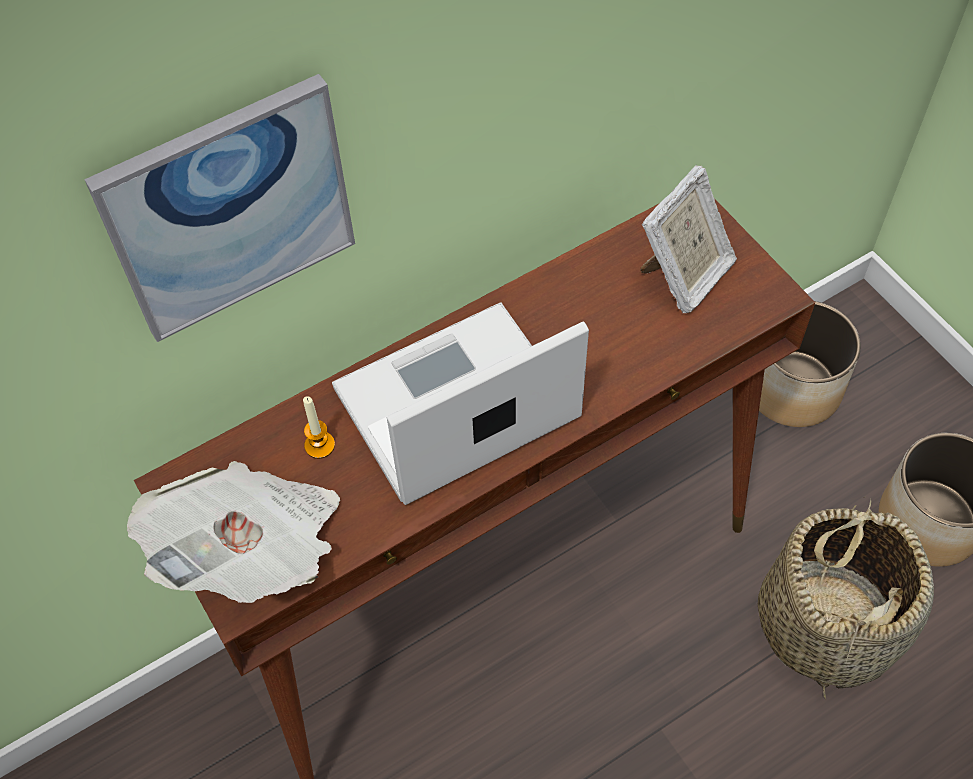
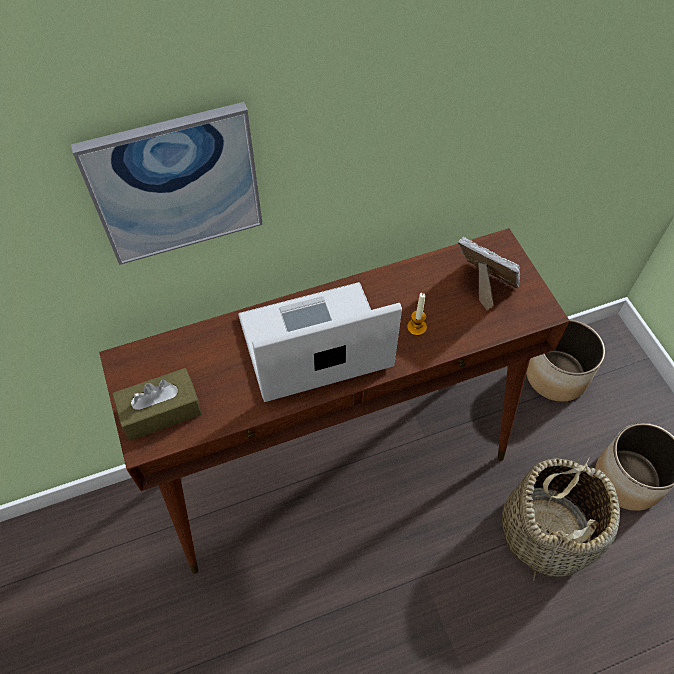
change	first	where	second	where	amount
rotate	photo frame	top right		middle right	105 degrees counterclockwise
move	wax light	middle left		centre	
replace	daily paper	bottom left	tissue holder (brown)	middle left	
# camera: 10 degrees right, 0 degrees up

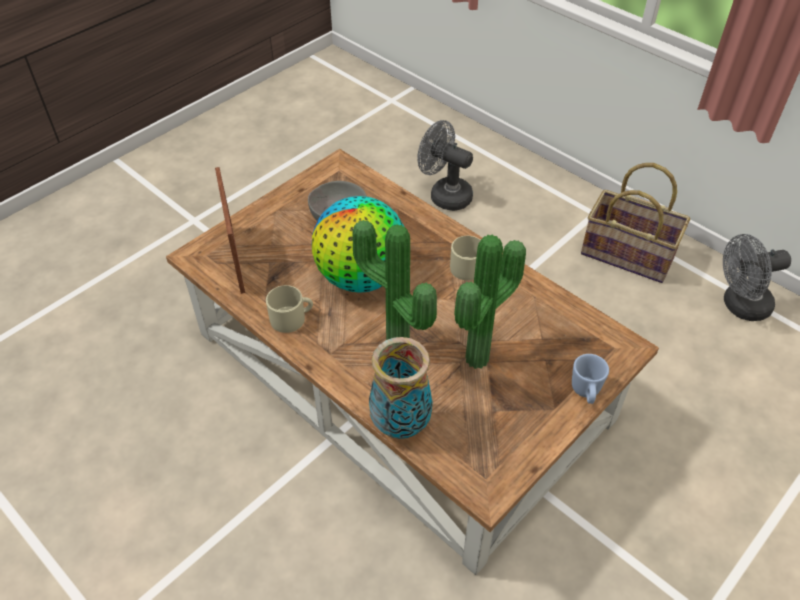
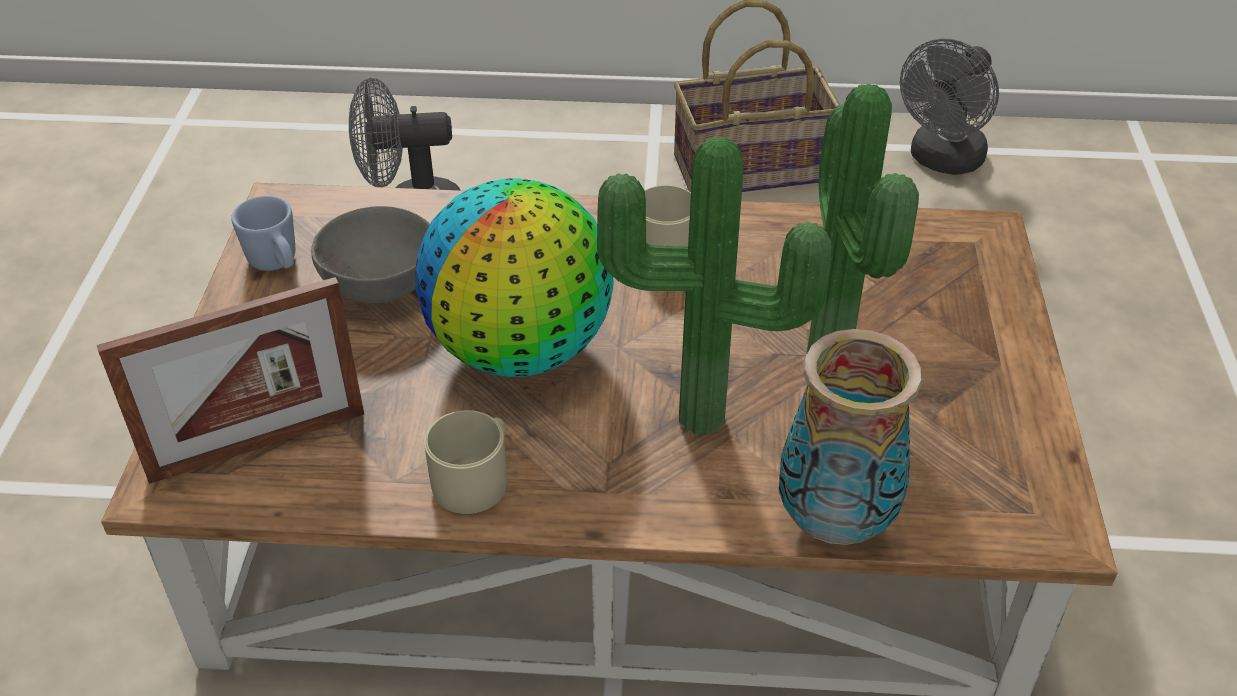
change	first	where	second	where	amount
rotate	photo frame	middle left		middle left	120 degrees clockwise
move	tea mug (blue-coloured)	middle right		middle left	
# camera: 40 degrees left, 5 degrees down

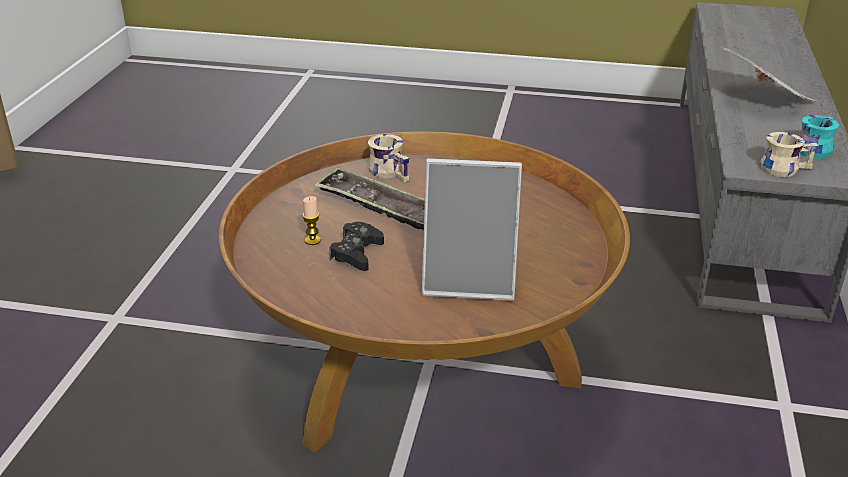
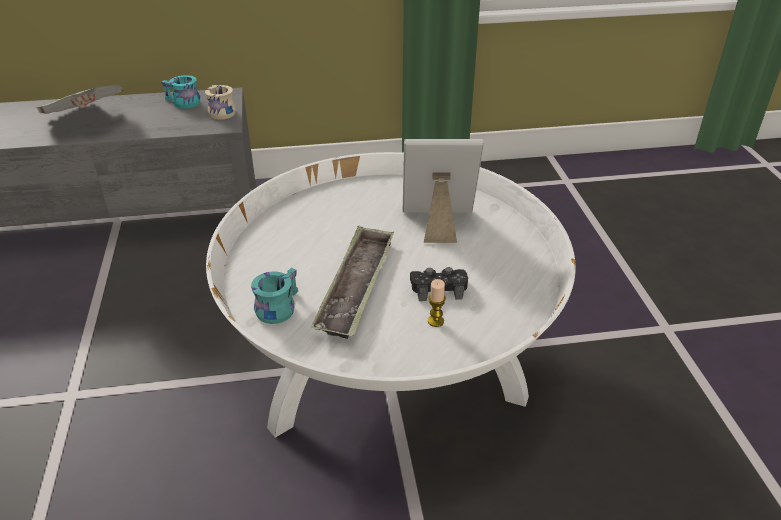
change	first	where	second	where	amount
recolor	coffee table (brown)	centre	coffee table (white-coloured)	centre	
recolor	tea mug (sand-coloured) (1st from left)	top centre	tea mug (turquoise-coloured) (2nd from left)	centre	
rotate	photo frame	centre		centre	75 degrees counterclockwise
# camera: 110 degrees left, 5 degrees up

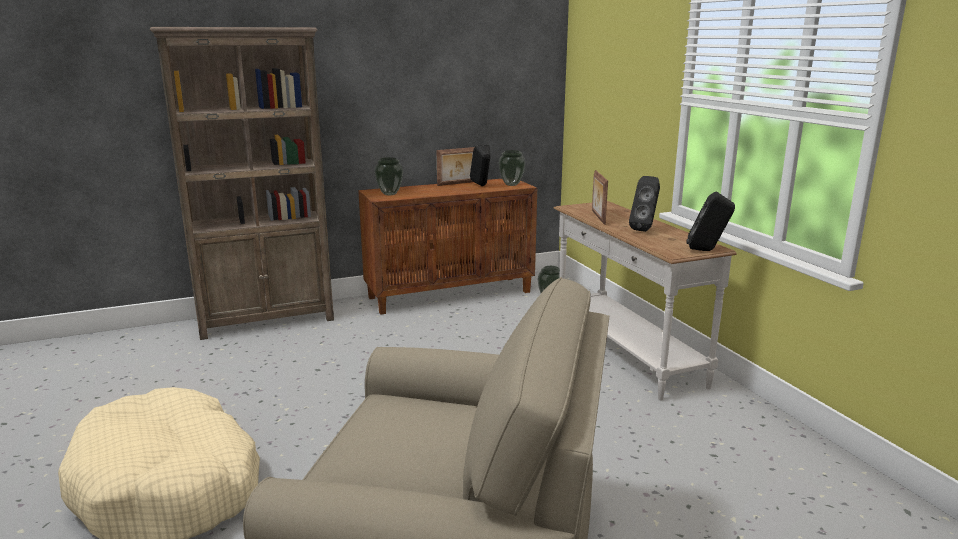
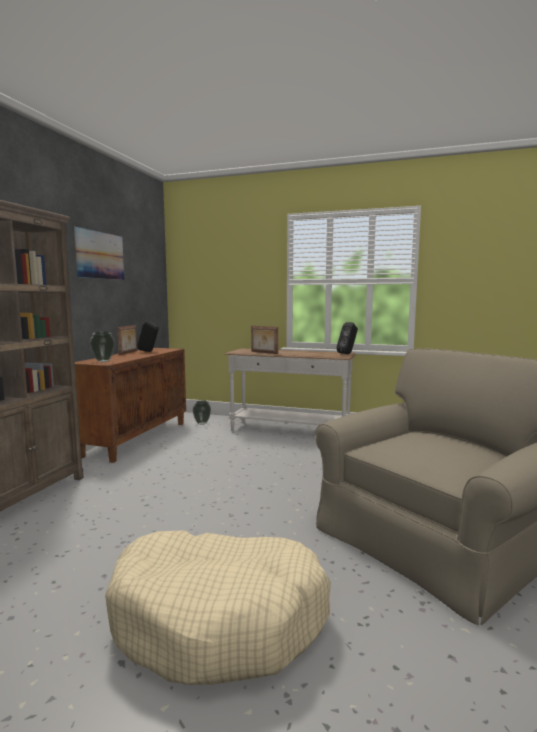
change	first	where	second	where	amount
delete	flower vase (2nd from left)	top centre			
delete	loudspeaker (blackish) (2nd from left)	middle right			
insert			picture	middle left	
# camera: 50 degrees left, 10 degrees down

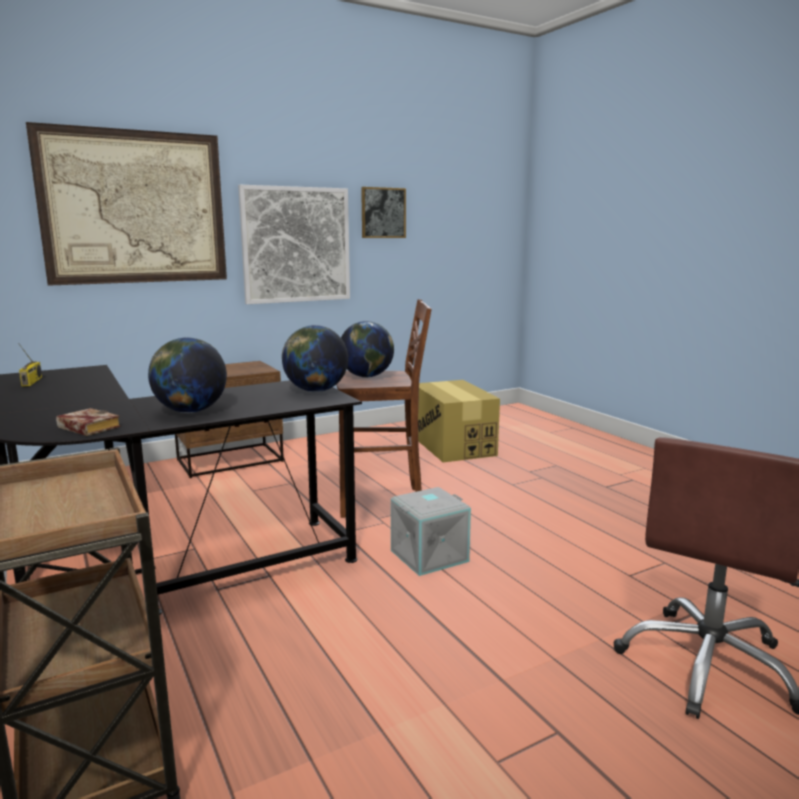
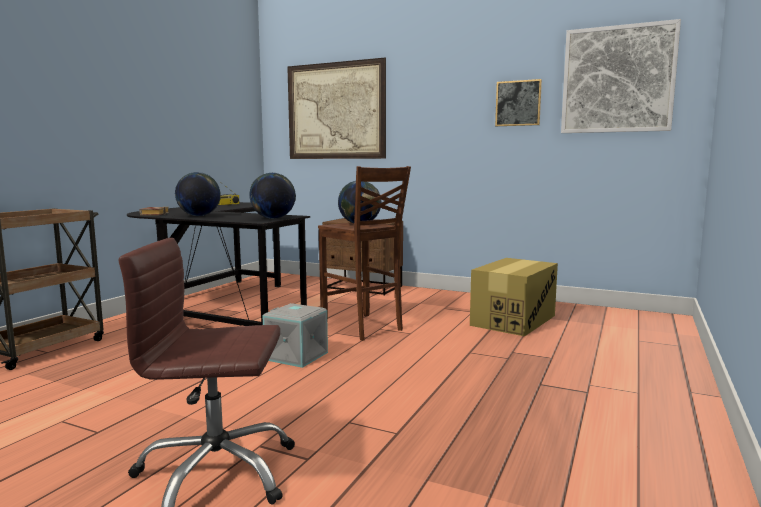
change	first	where	second	where	amount
move	picture (2nd from left in the first image)	top centre	picture (3rd from left)	top right	
# camera: 55 degrees right, 5 degrees down

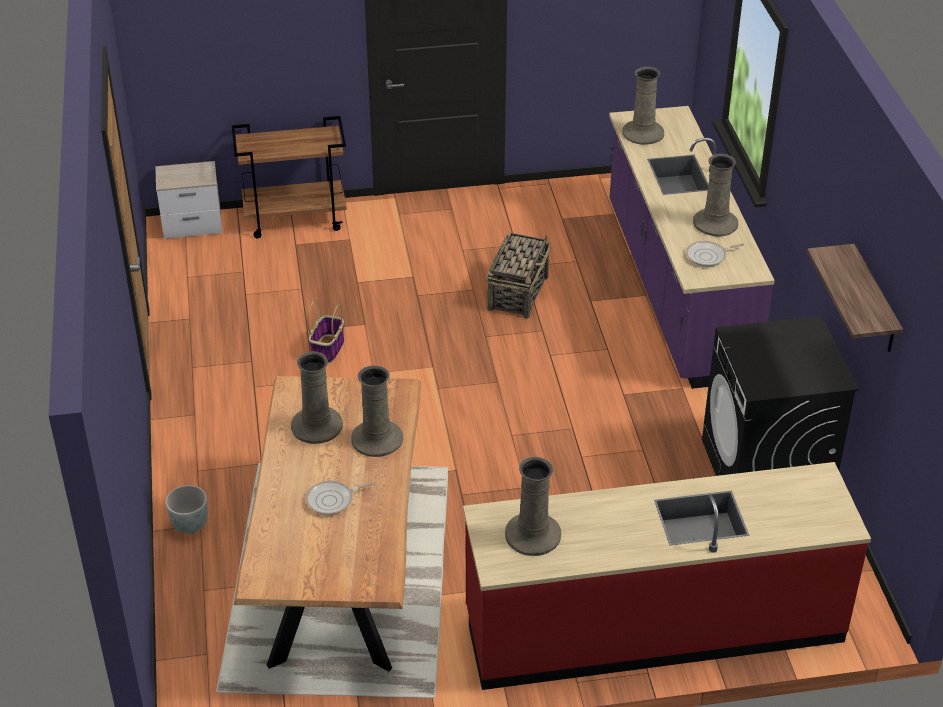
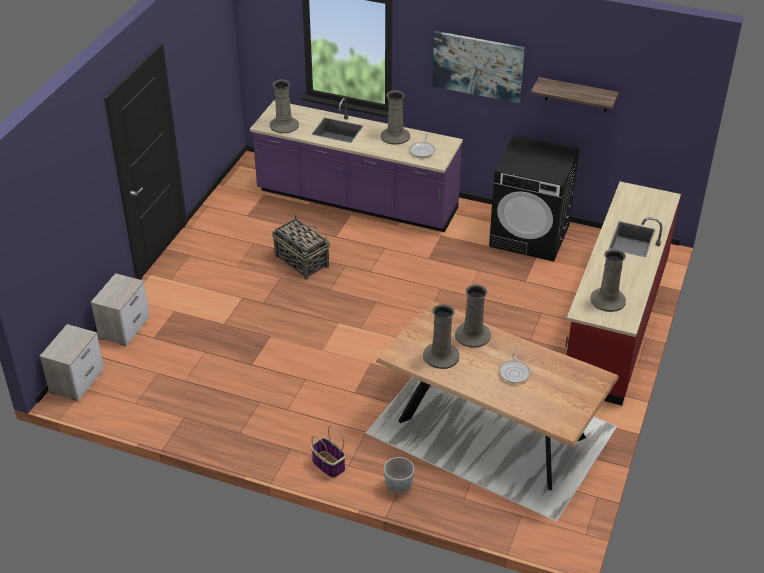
change	first	where	second	where	amount
replace	trolley (brown)	top left	nightstand (2nd from left)	middle left	
move	household basket (1st from left in the first image)	centre	household basket (2nd from left)	bottom centre	
insert			picture	top centre	
# camera: 60 degrees left, 0 degrees up

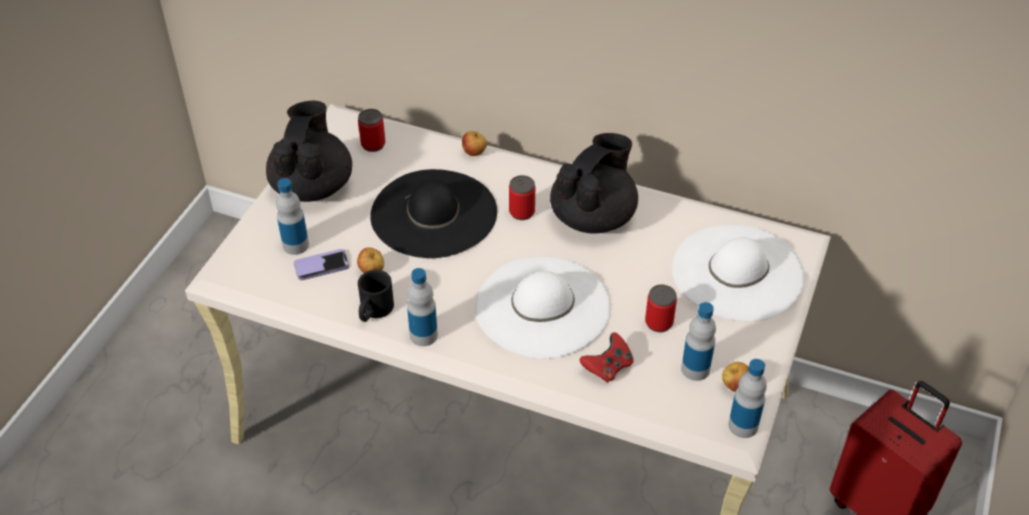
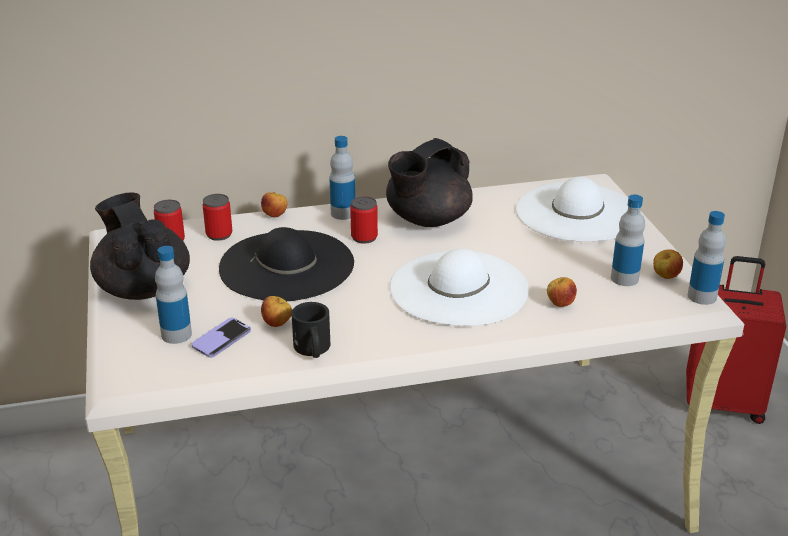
change	first	where	second	where	amount
rotate	teapot (blackish) (2nd from left)	centre		centre	135 degrees counterclockwise
move	beverage bottle (2nd from left)	centre		top centre	
move	sealed can (3rd from left in the first image)	centre	sealed can (2nd from left)	middle left	
replace	game controller (red)	bottom centre	apple (3rd from left)	middle right	
# camera: 35 degrees left, 15 degrees down

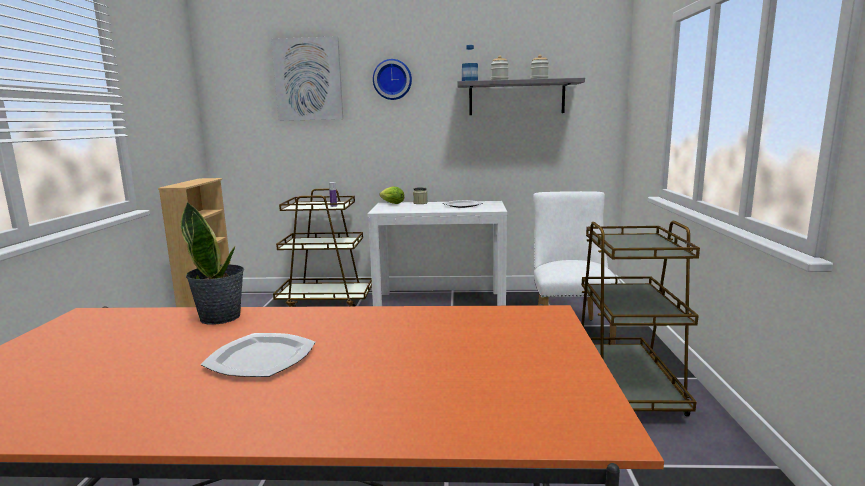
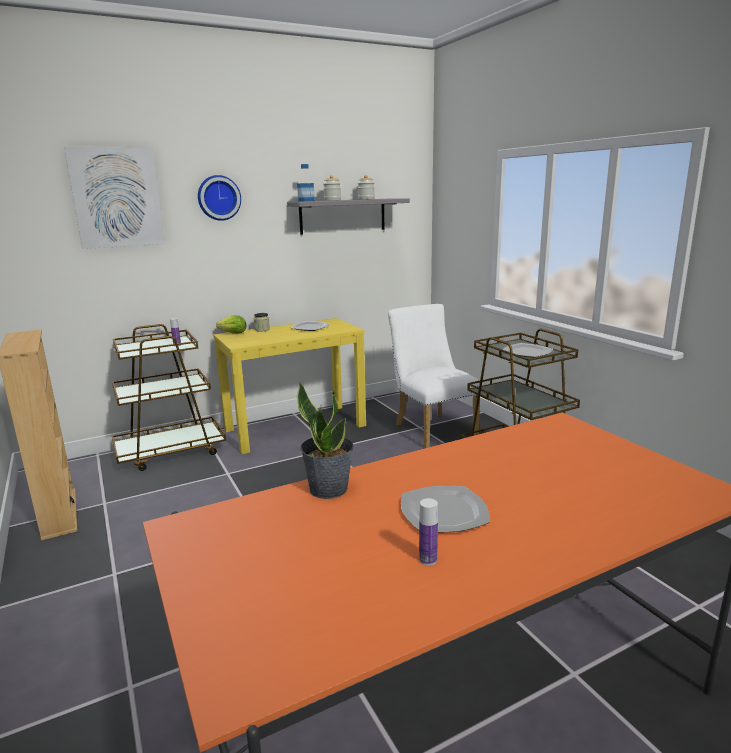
change	first	where	second	where	amount
recolor	hall table (white-coloured)	centre	hall table (yellowish)	centre	
insert			flat dish (3rd from left)	middle right	
insert			beverage bottle (3rd from left)	bottom centre	
# camera: 30 degrees left, 5 degrees up

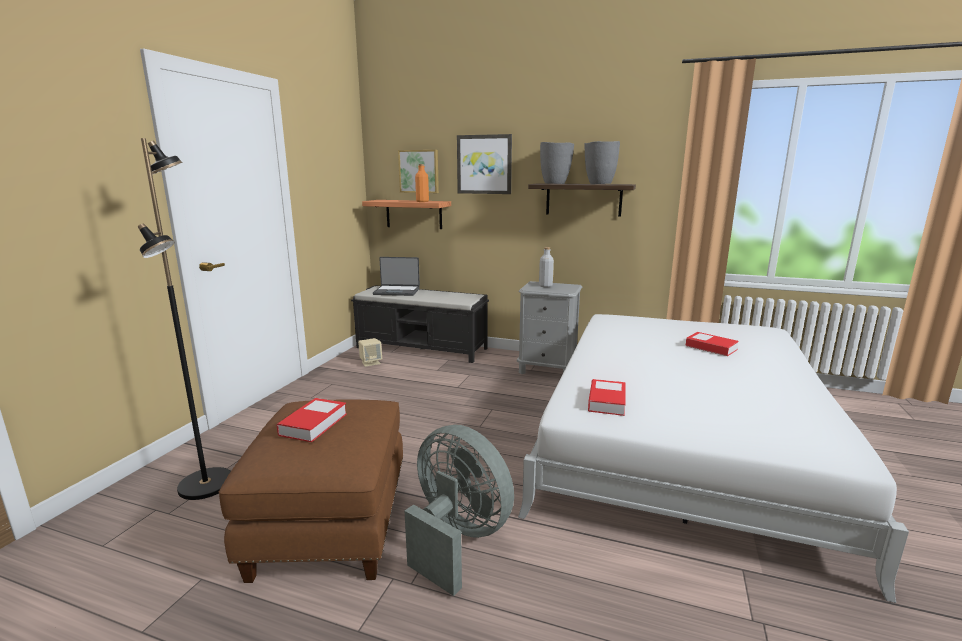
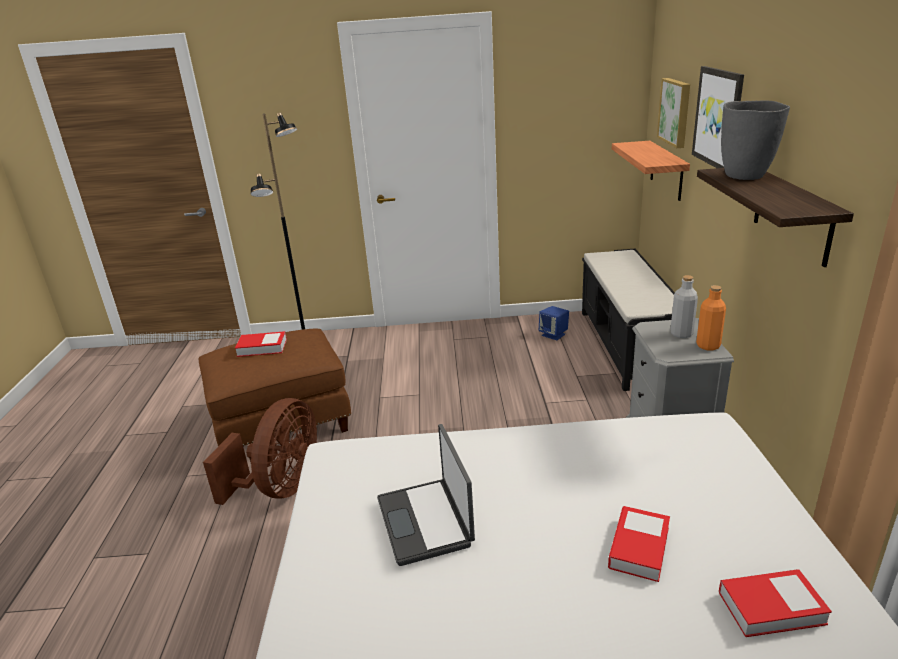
change	first	where	second	where	amount
delete	flower vase (gray) (2nd from left)	top centre			
move	beverage bottle (orange-coloured)	top centre		middle right	
move	portable computer	centre		bottom centre	
recolor	loudspeaker (sand-coloured)	centre	loudspeaker (blue-coloured)	centre	
move	book (2nd from left in the first image)	centre	book (3rd from left)	bottom right	
recolor	electric fan (gray)	bottom centre	electric fan (brown)	bottom left	
# camera: 70 degrees right, 10 degrees up

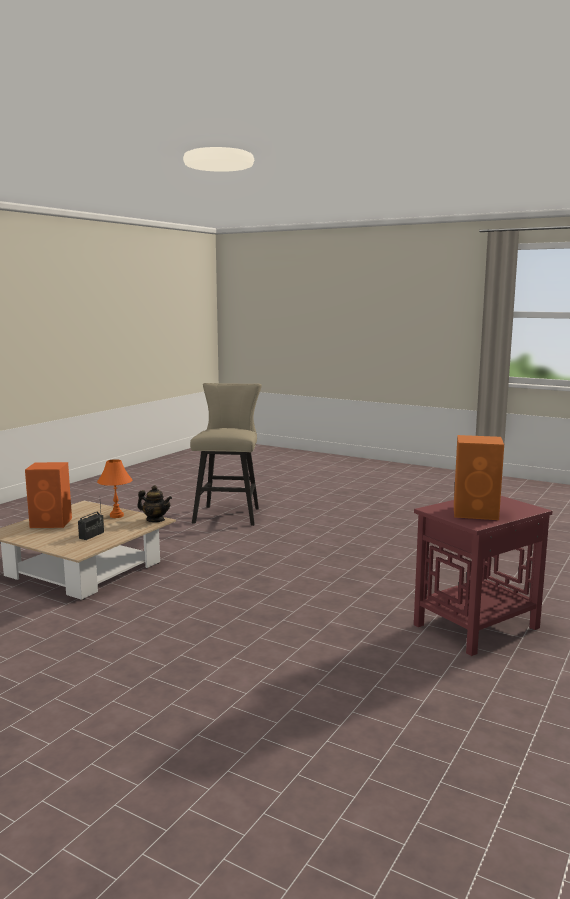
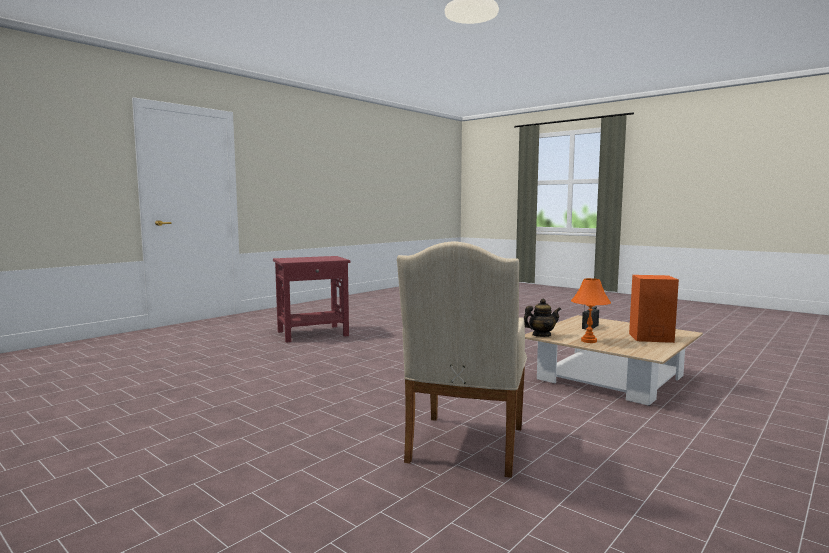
change	first	where	second	where	amount
replace	stool seat (sand-coloured)	centre	easy chair (sand-coloured)	centre	
delete	loudspeaker (orange-coloured) (2nd from left)	middle right			
rotate	teapot	middle left		centre	135 degrees clockwise
# camera: 170 degrees left, 5 degrees down

